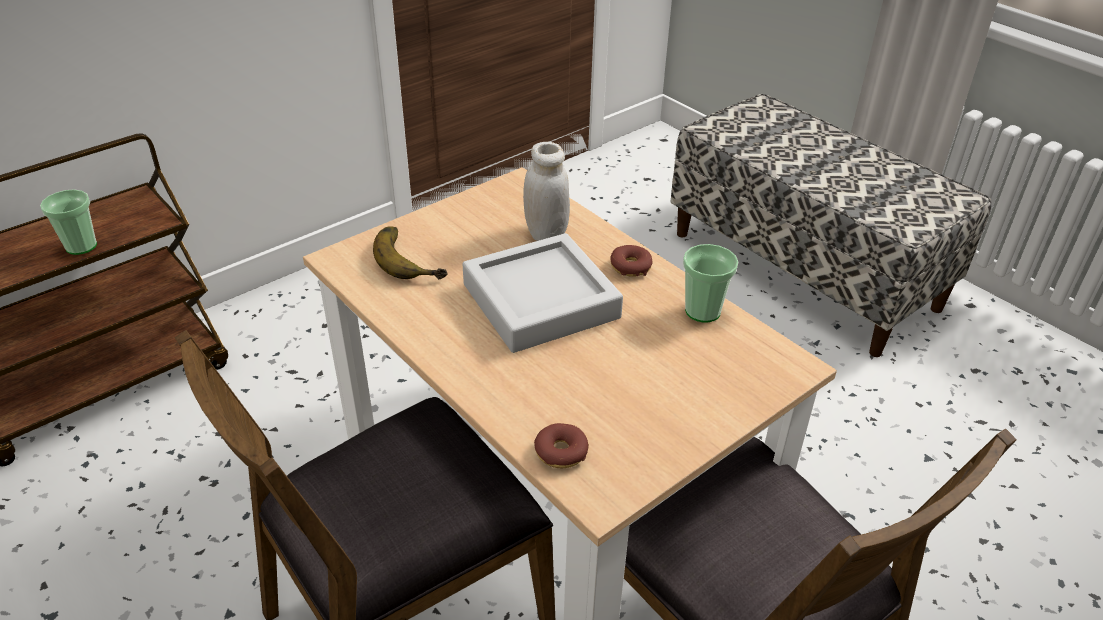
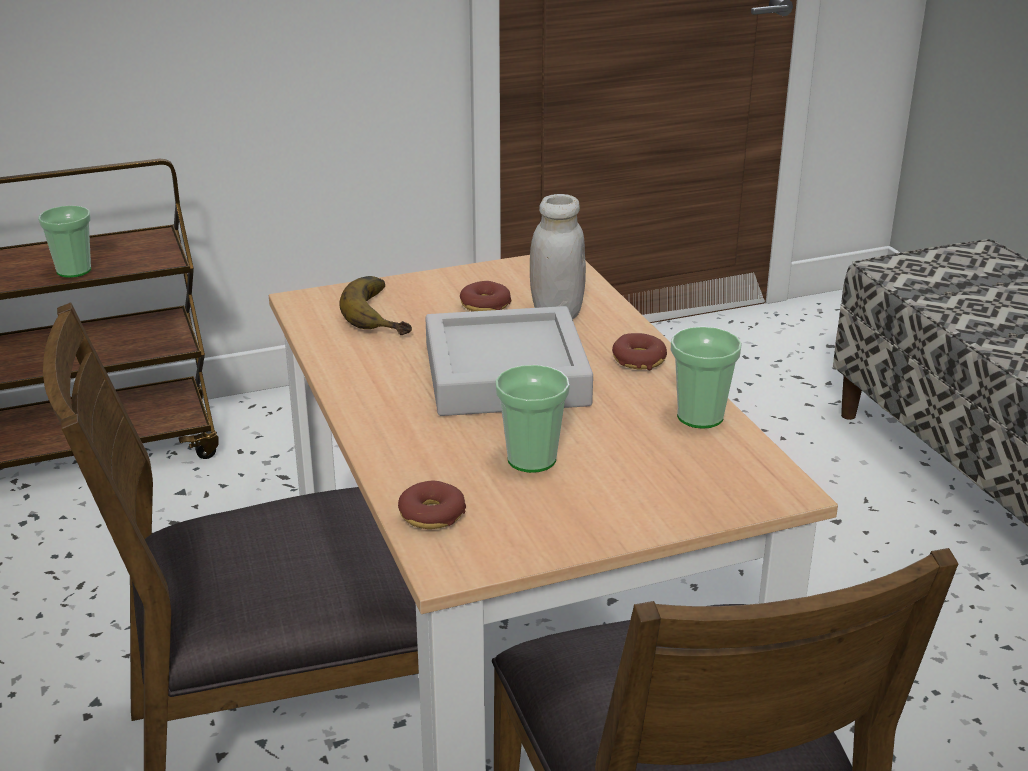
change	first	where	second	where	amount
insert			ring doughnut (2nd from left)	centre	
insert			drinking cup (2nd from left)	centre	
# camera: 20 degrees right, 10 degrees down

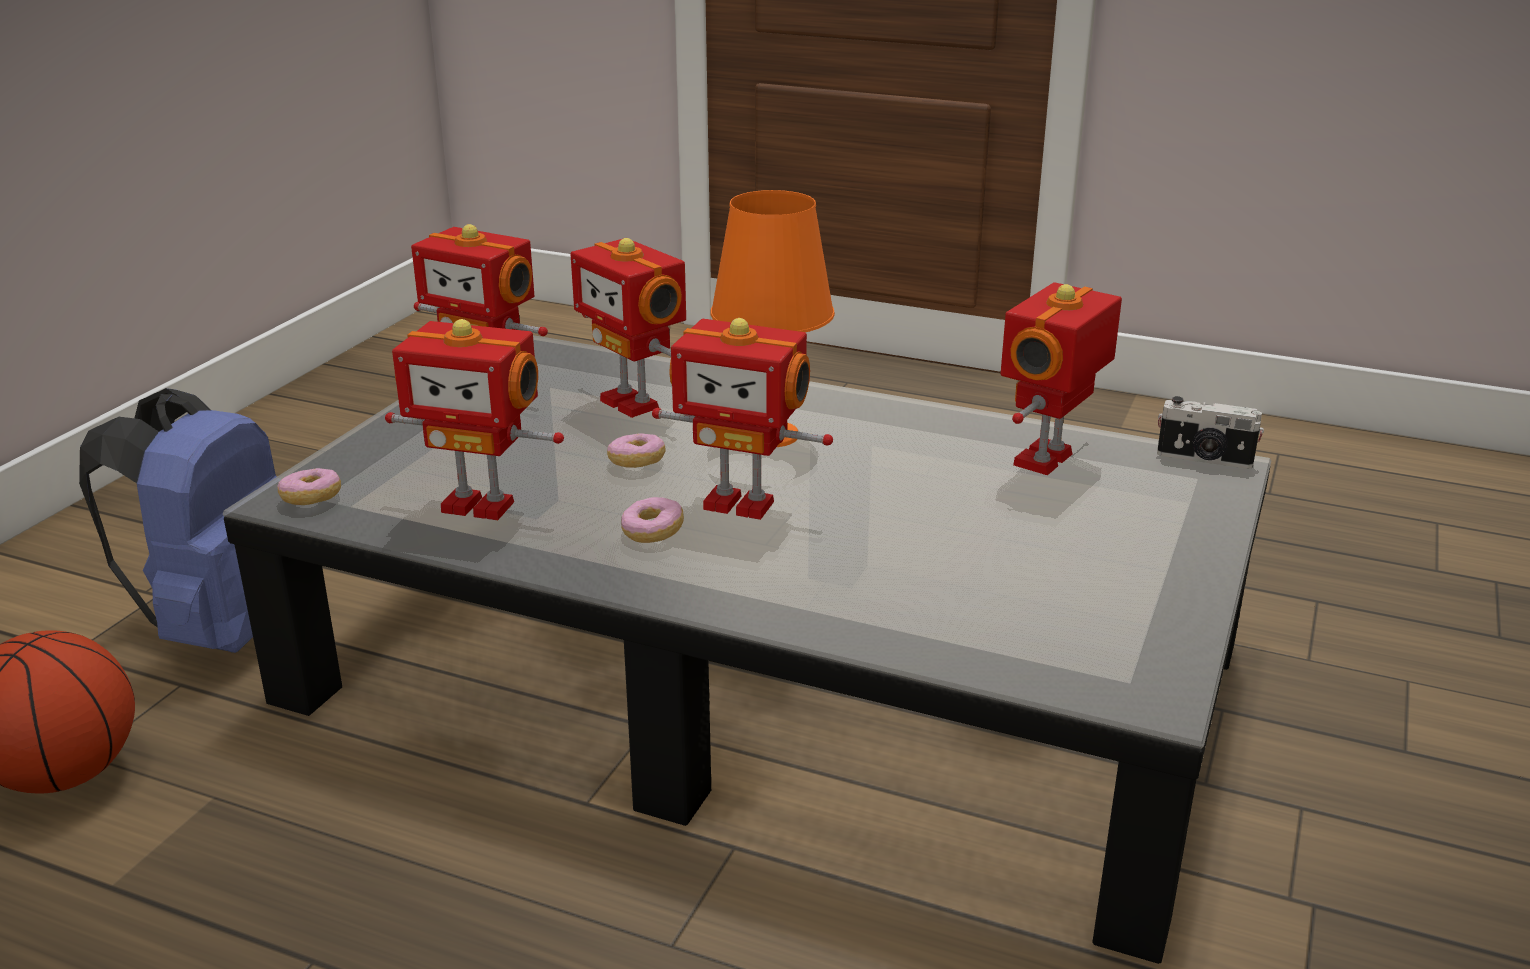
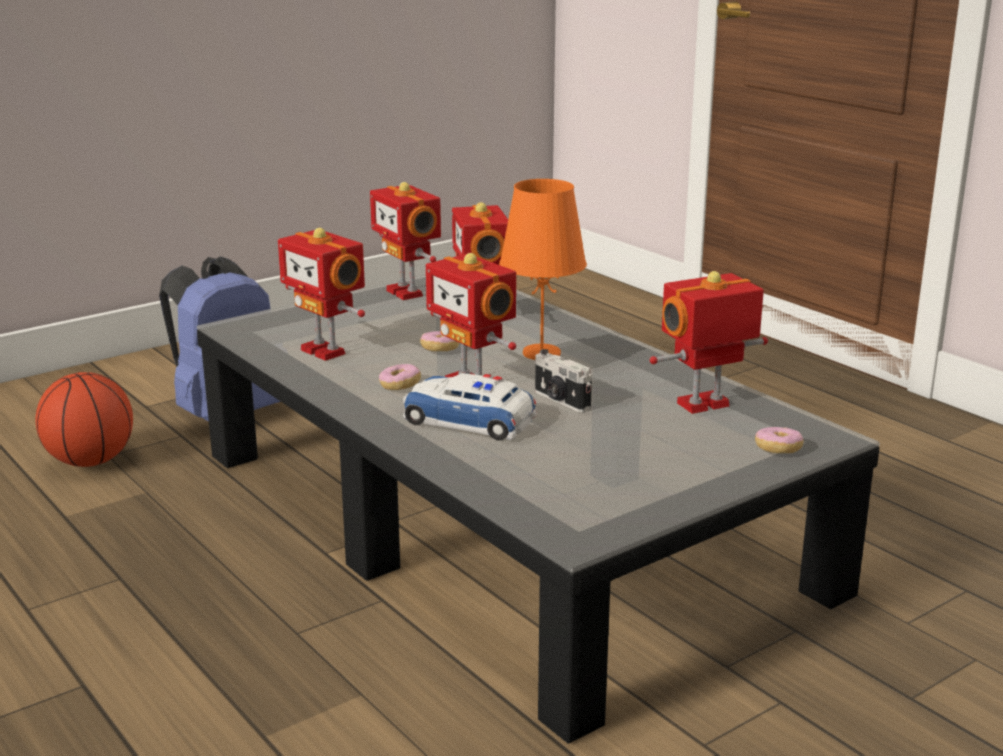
change	first	where	second	where	amount
move	still camera	middle right		centre	
move	ring doughnut (1st from left in the first image)	middle left	ring doughnut (3rd from left)	middle right	
insert			model car	centre	
# camera: 30 degrees right, 5 degrees down

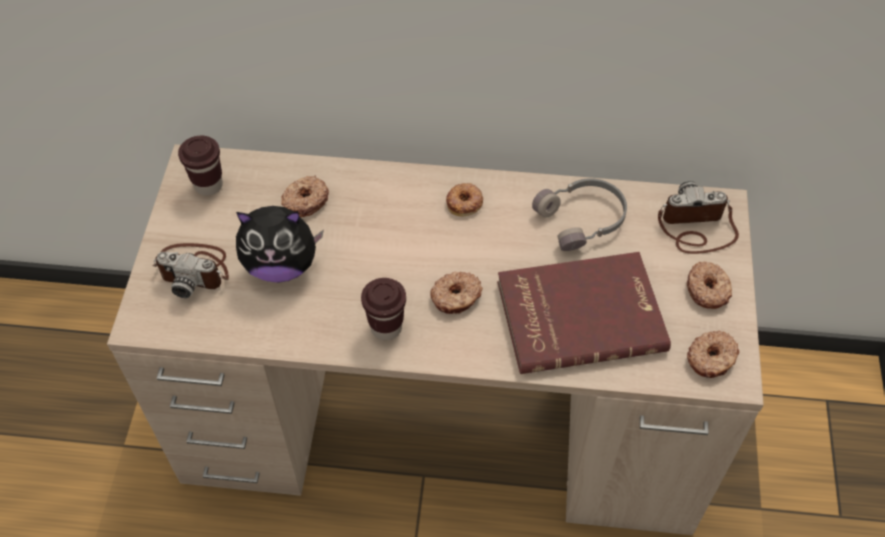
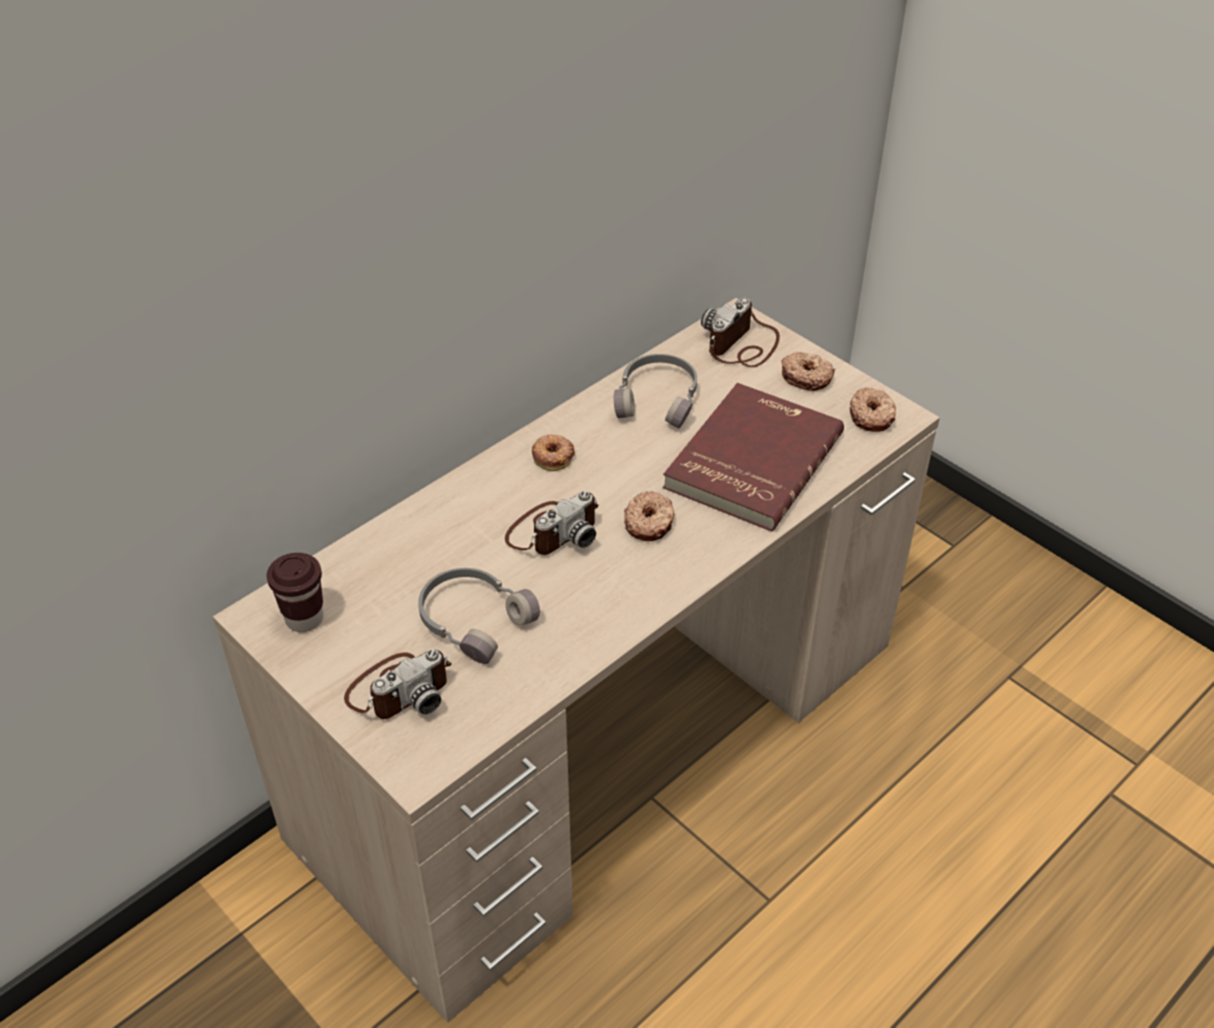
change	first	where	second	where	amount
delete	ring doughnut (1st from left)	centre			
replace	cuddly toy	middle left	headset (gray) (1st from left)	centre	
delete	drinking cup (brown) (2nd from left)	centre			
insert			still camera (2nd from left)	centre	
# camera: 50 degrees left, 10 degrees down

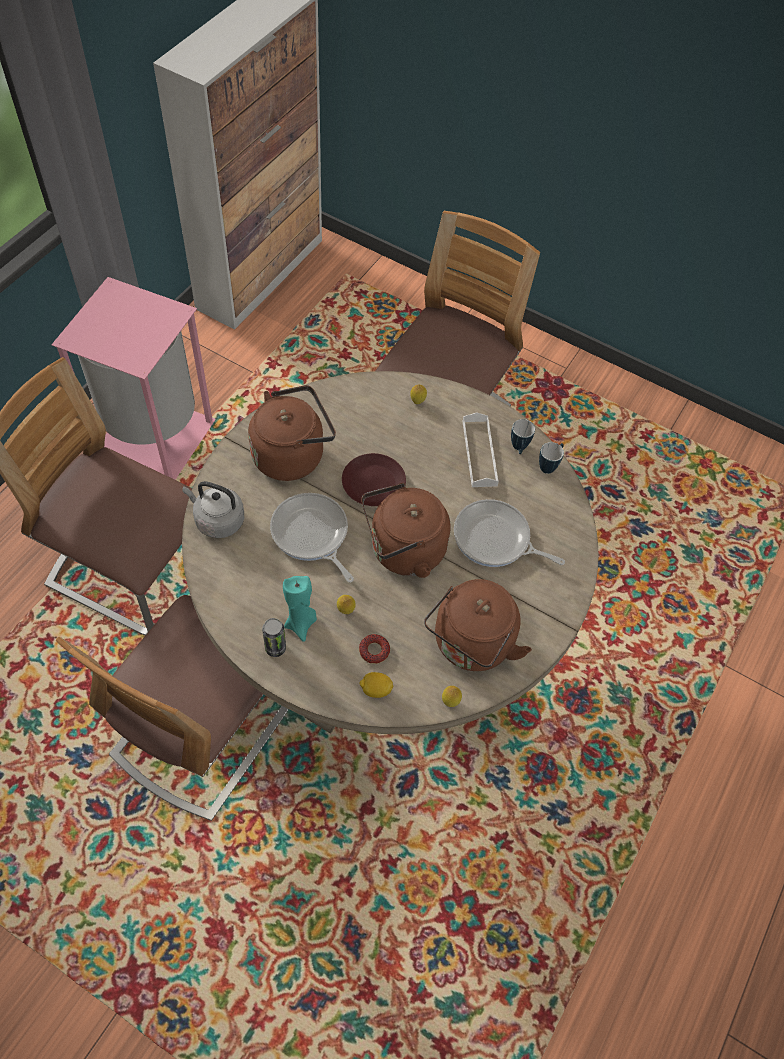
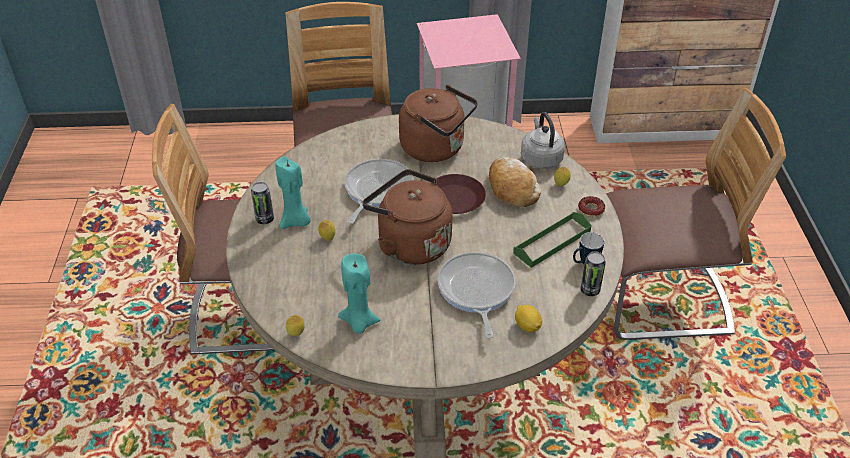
change	first	where	second	where	amount
recolor	serving tray (white-coloured)	centre	serving tray (greenish)	centre	
replace	tea mug (2nd from left)	middle right	sealed can (2nd from left)	middle right	
move	tea kettle (gray)	middle left		top centre	
replace	tea kettle (brown) (3rd from left)	centre	wax light (turquoise-coloured) (2nd from left)	centre	
move	ring doughnut	centre		middle right	
move	citrus fruit (2nd from left in the first image)	centre	citrus fruit (3rd from left)	bottom centre	
insert			bread	centre	
# camera: 60 degrees right, 15 degrees down

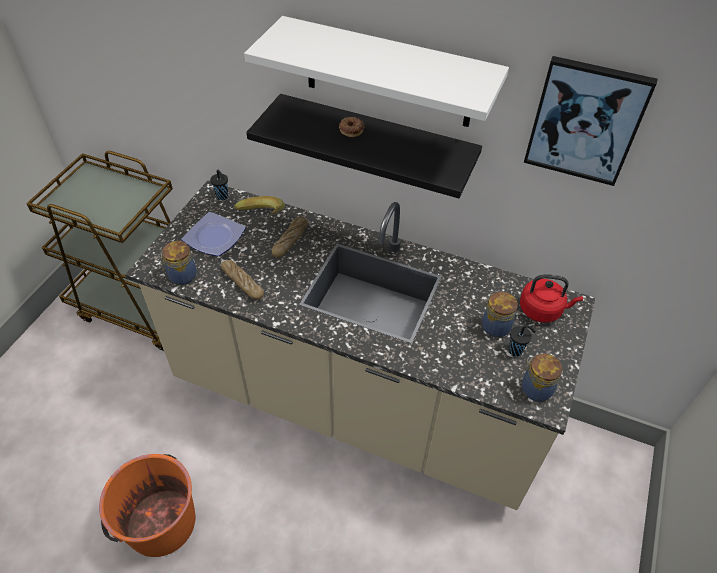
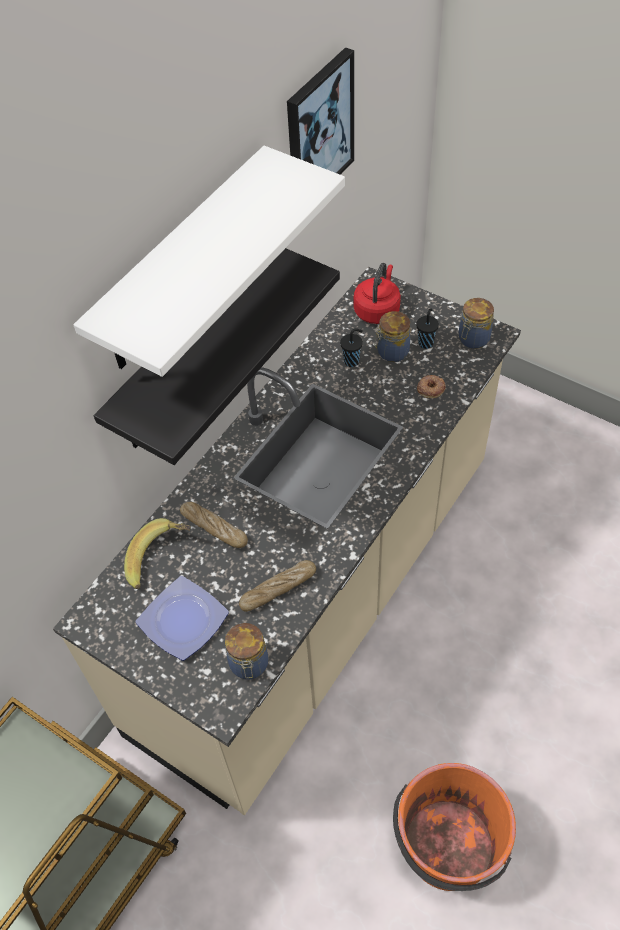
change	first	where	second	where	amount
move	ring doughnut	top centre		middle right	
move	drinking cup (blackish) (1st from left)	top left		centre	
# camera: 75 degrees left, 5 degrees up

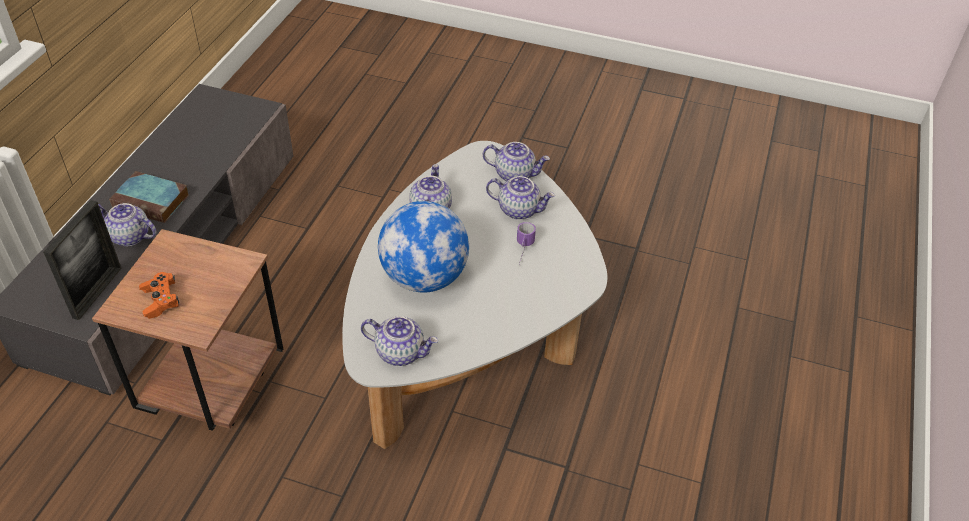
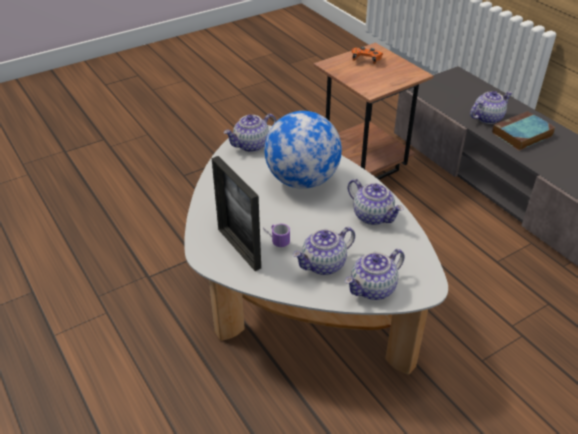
change	first	where	second	where	amount
move	photo frame	middle left		centre	
# camera: 130 degrees right, 5 degrees down

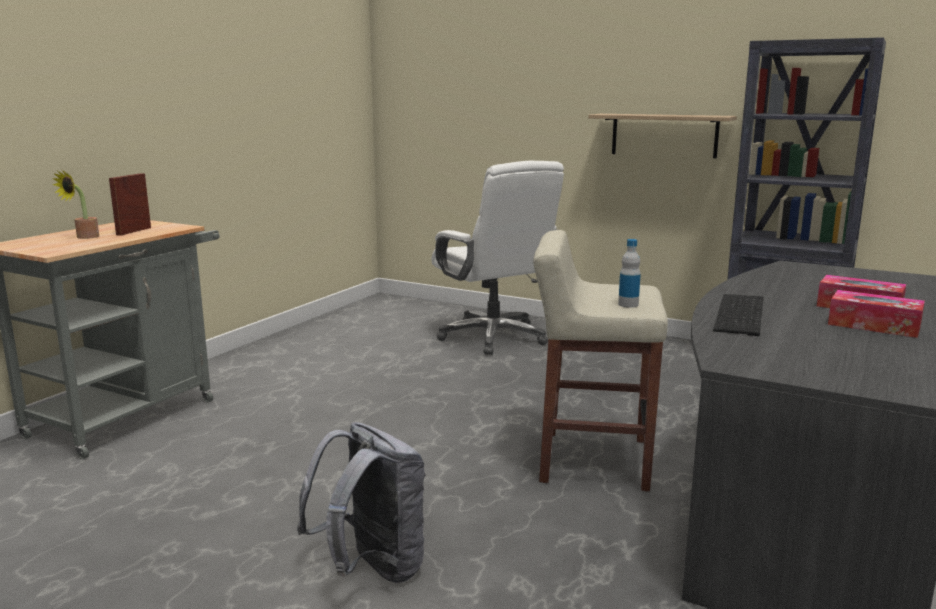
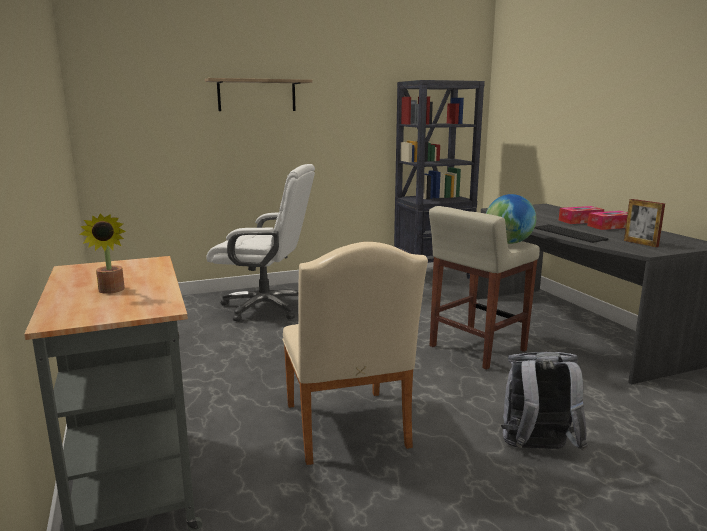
change	first	where	second	where	amount
move	shelf	top right		top centre	
move	photo frame	middle left		middle right	
replace	beverage bottle	middle right	globe	middle right	
insert			upright chair (sand-coloured)	centre	
# camera: 50 degrees left, 0 degrees up

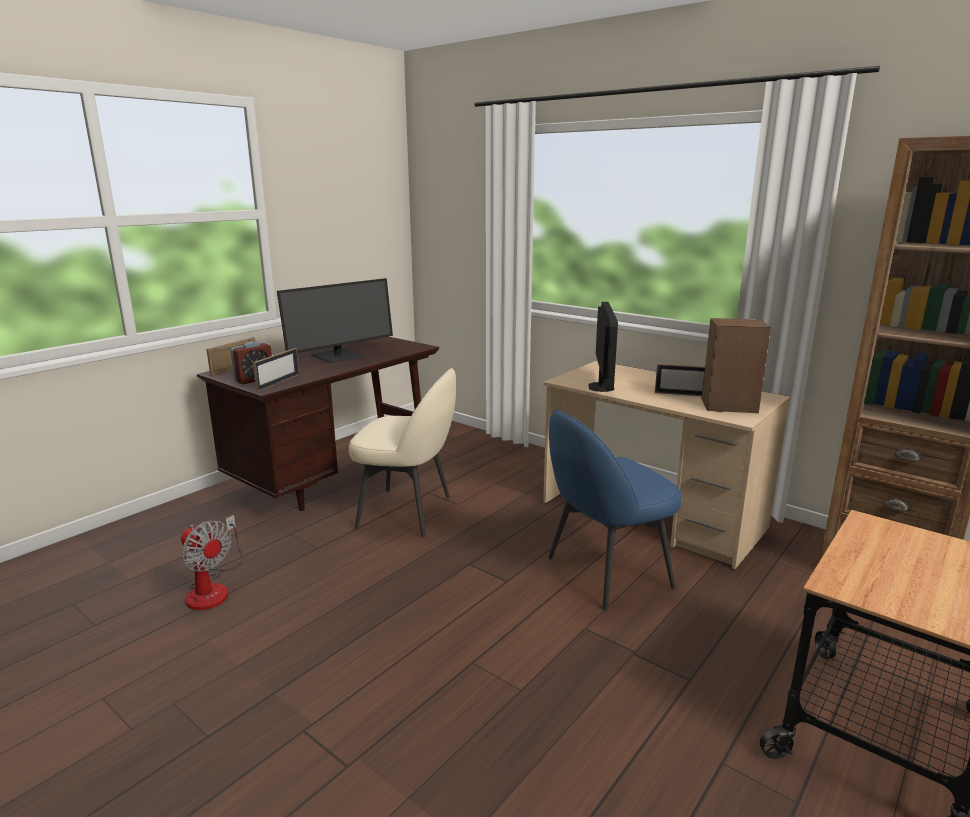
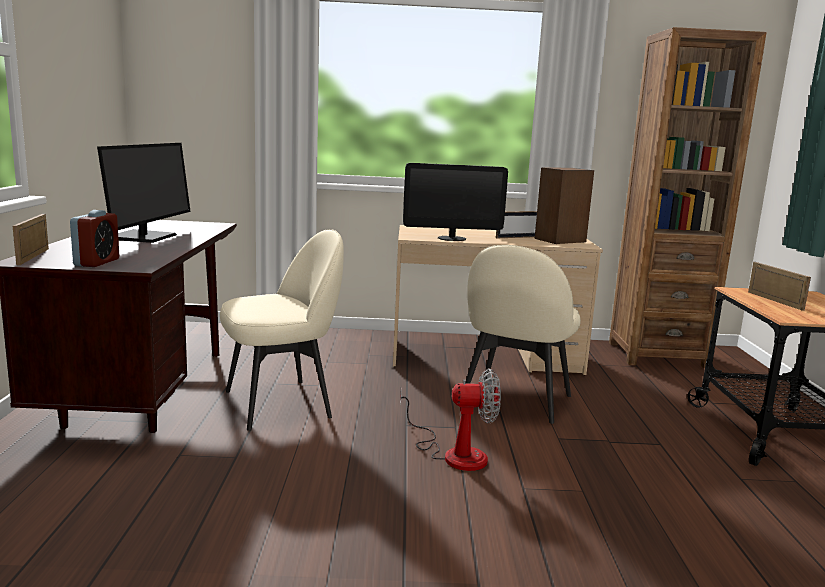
change	first	where	second	where	amount
rotate	computer display (2nd from left)	centre		centre	120 degrees clockwise
move	photo frame (2nd from left in the first image)	middle left	photo frame (3rd from left)	middle right	
recolor	upright chair (blue-coloured)	centre	upright chair (sand-coloured) (2nd from left)	centre	
move	electric fan	bottom left		bottom centre	
# camera: 40 degrees left, 5 degrees down

